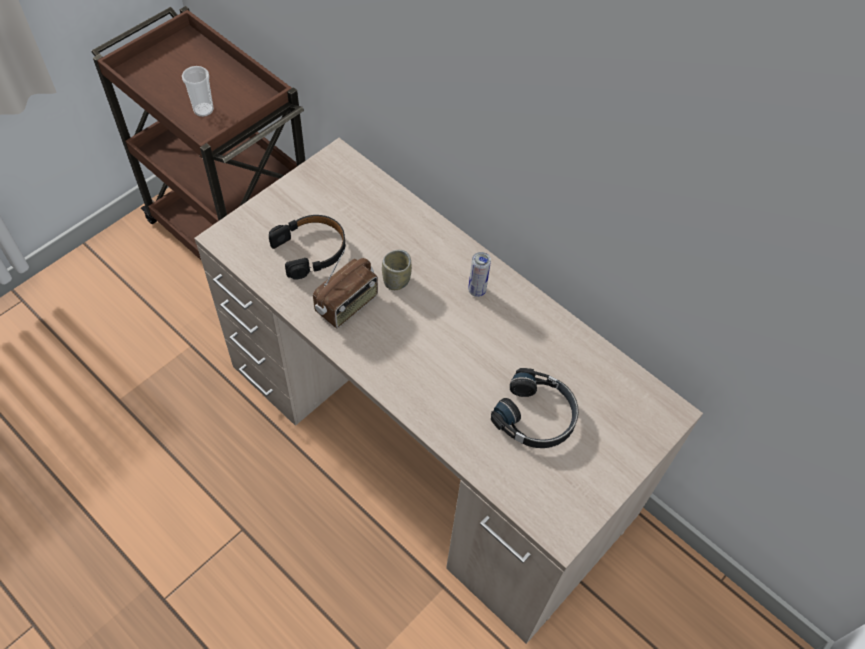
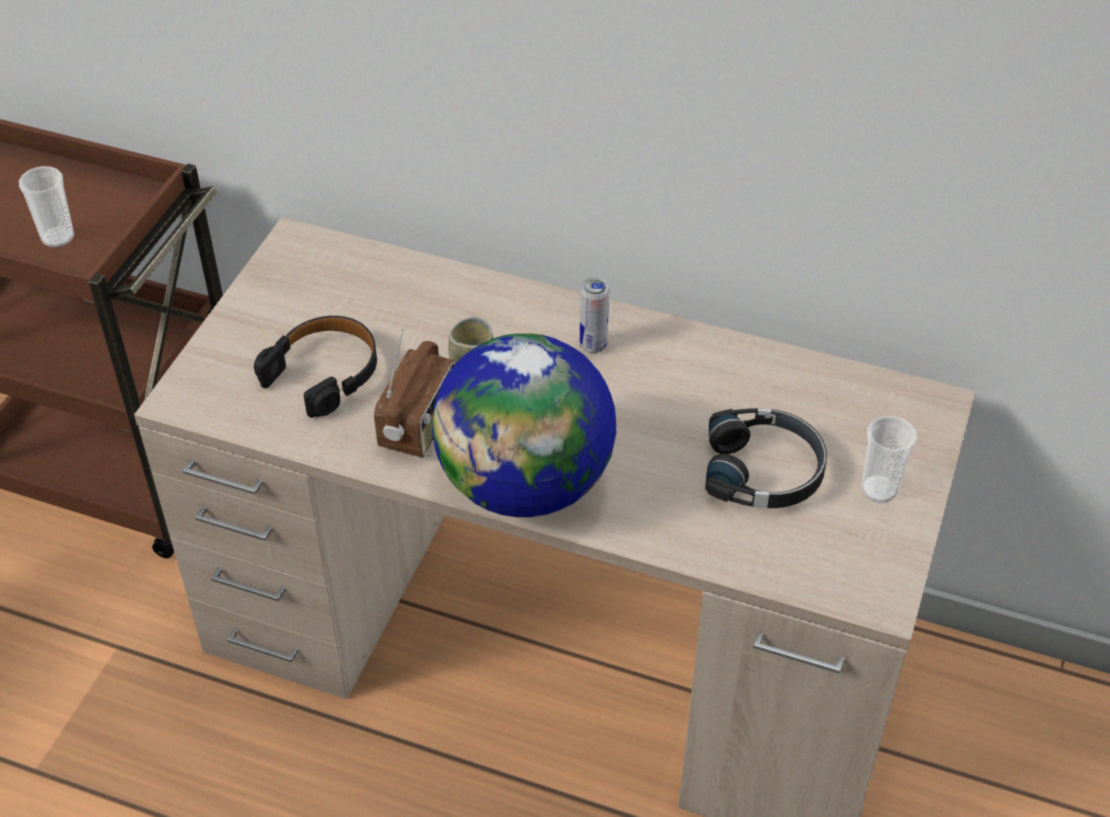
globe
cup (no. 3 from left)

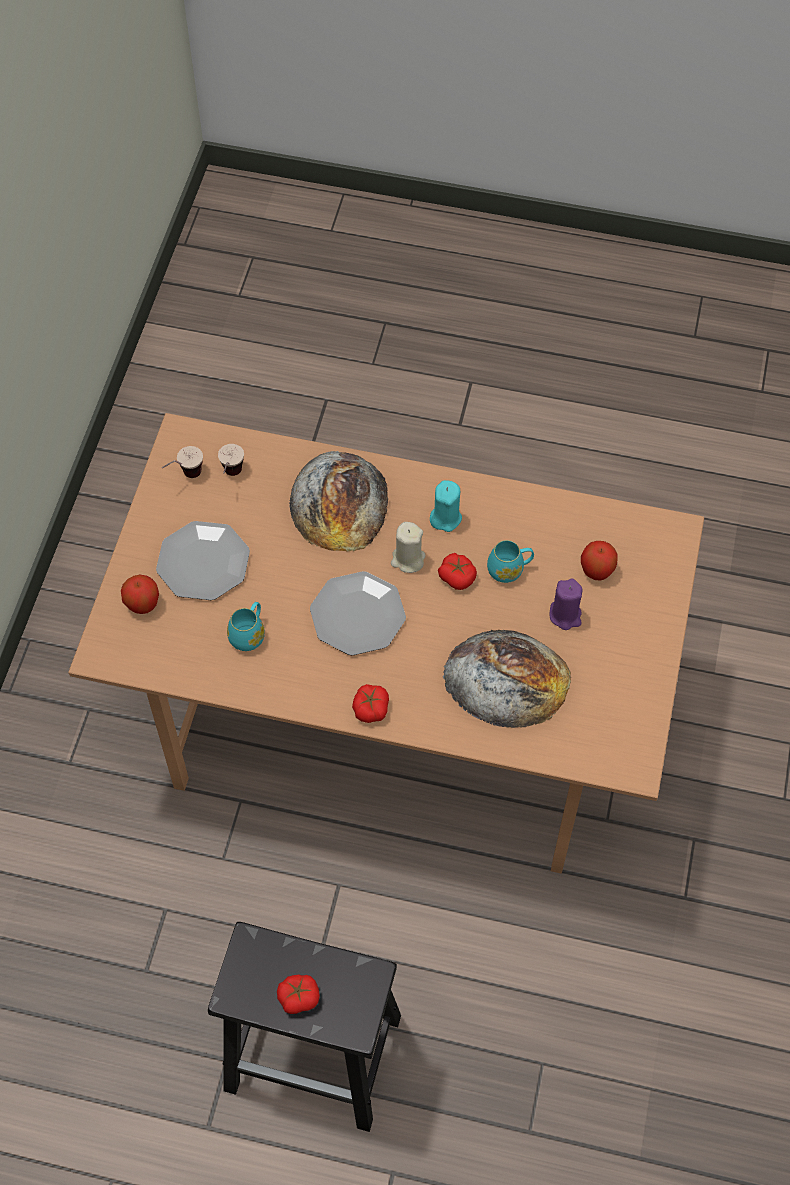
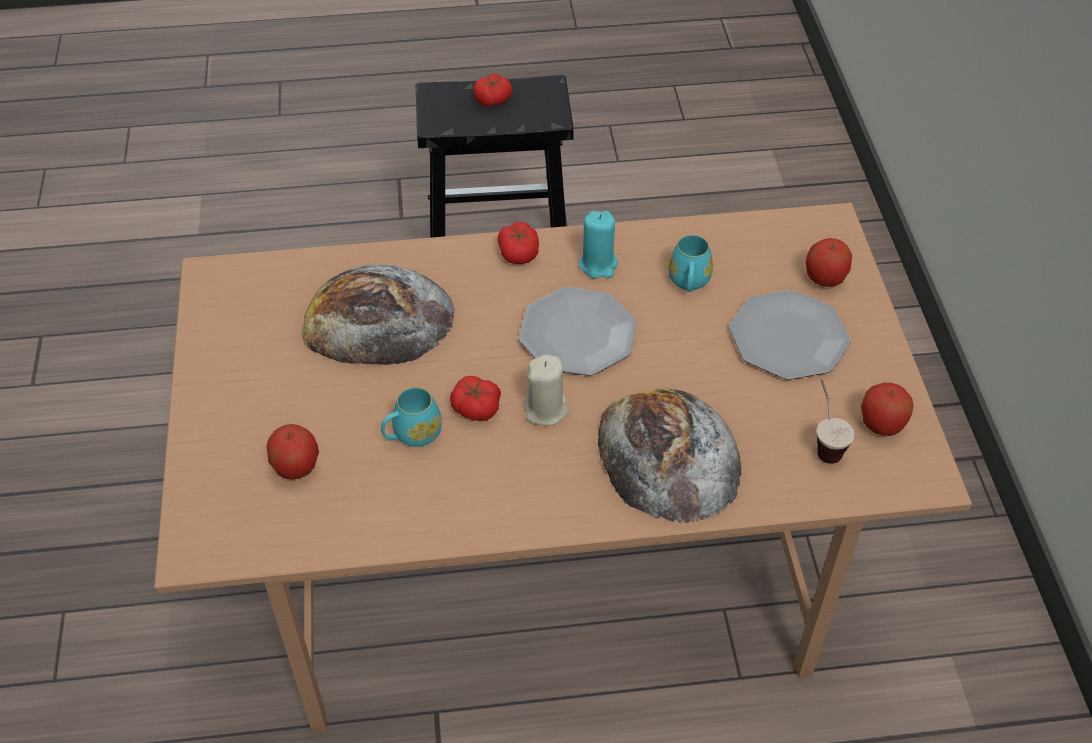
apple (no. 3 from left)
candle in turquoise
candle in purple

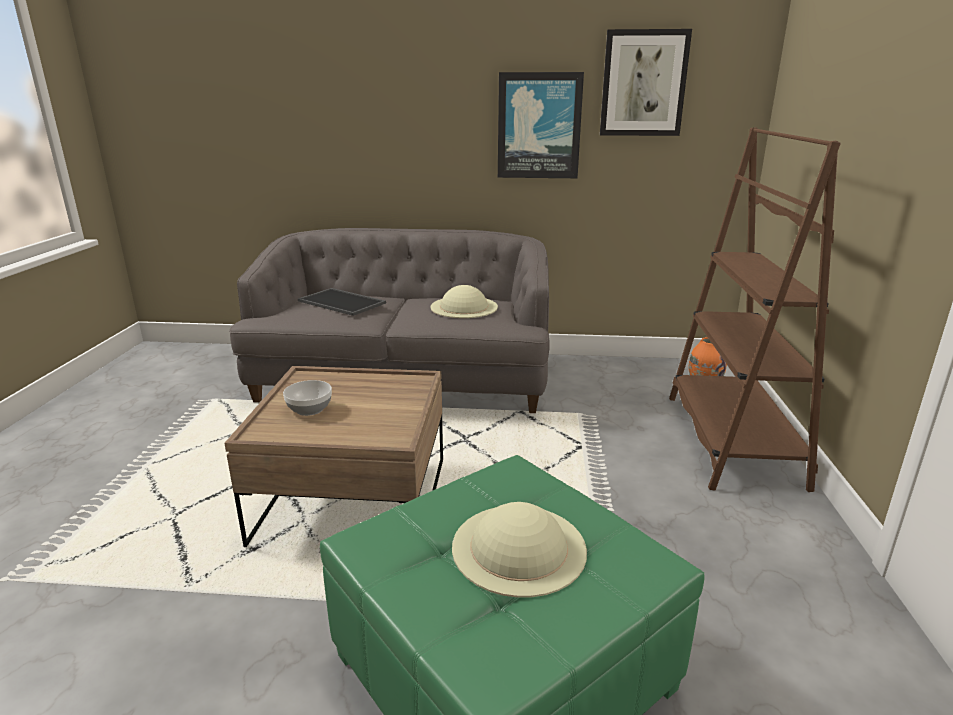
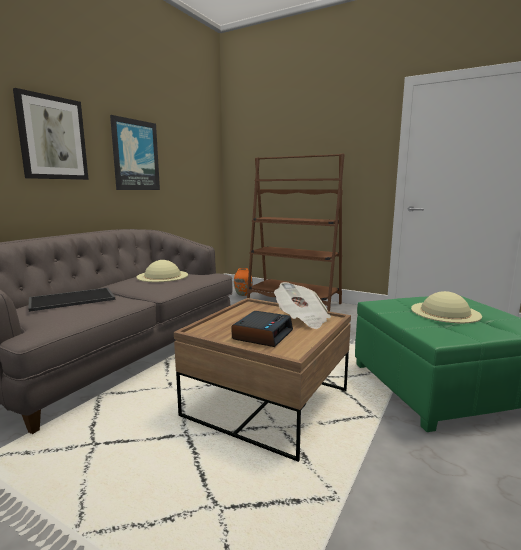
alarm clock
picture (no. 1 from left)
newspaper

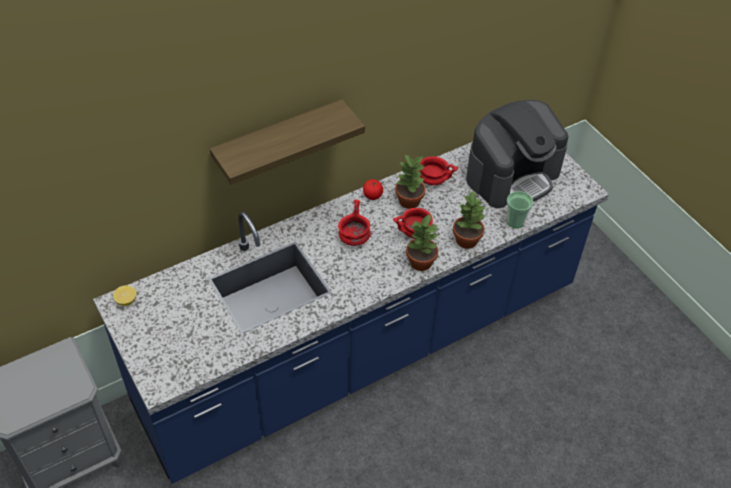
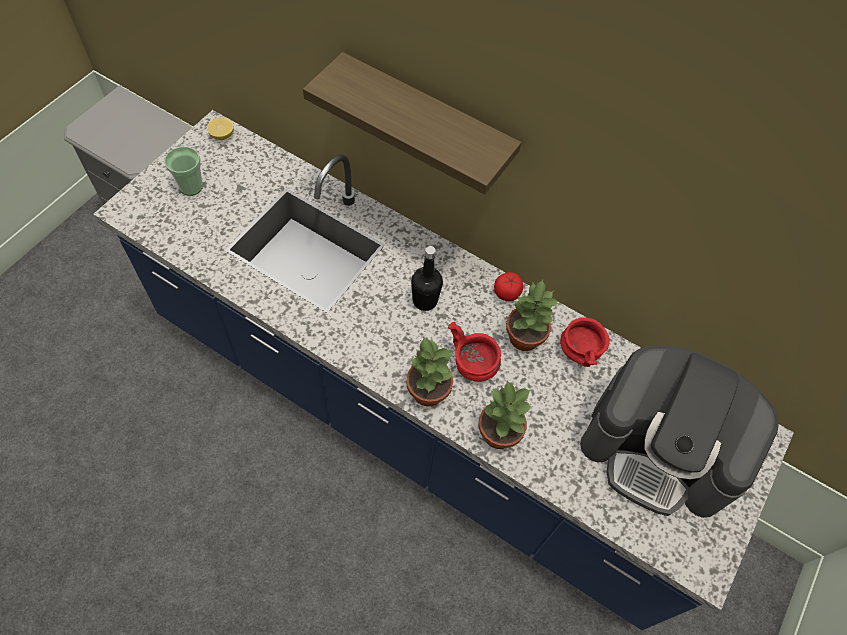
bottle in black
cup

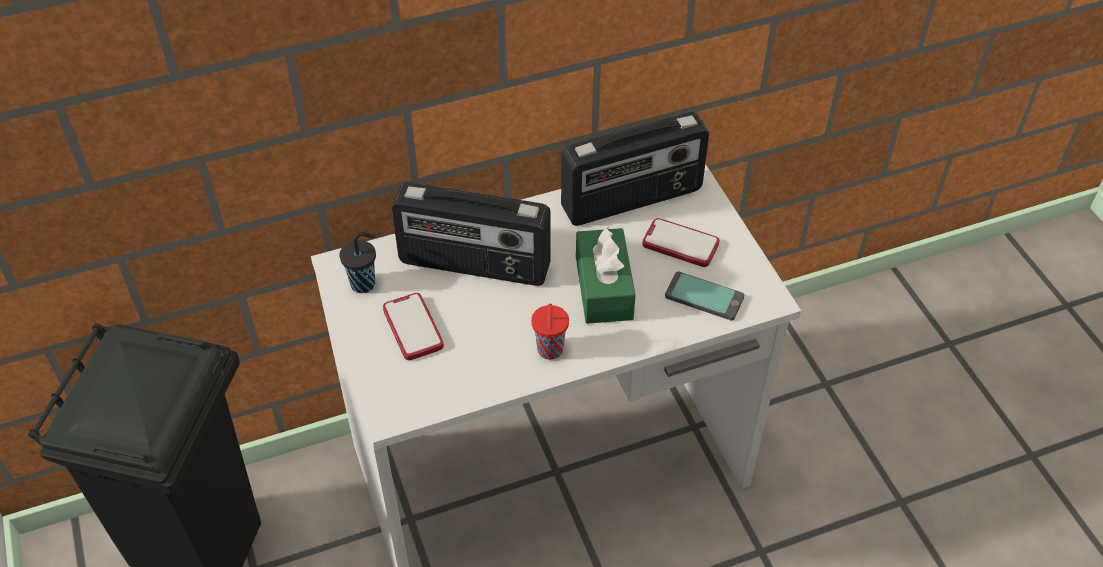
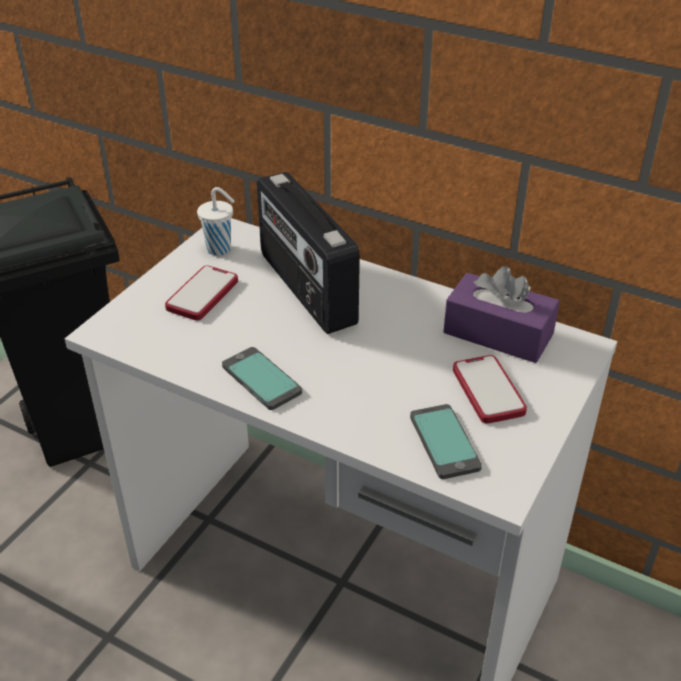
cup in white
phone (no. 2 from left)
tissue box in purple
tissue box in green

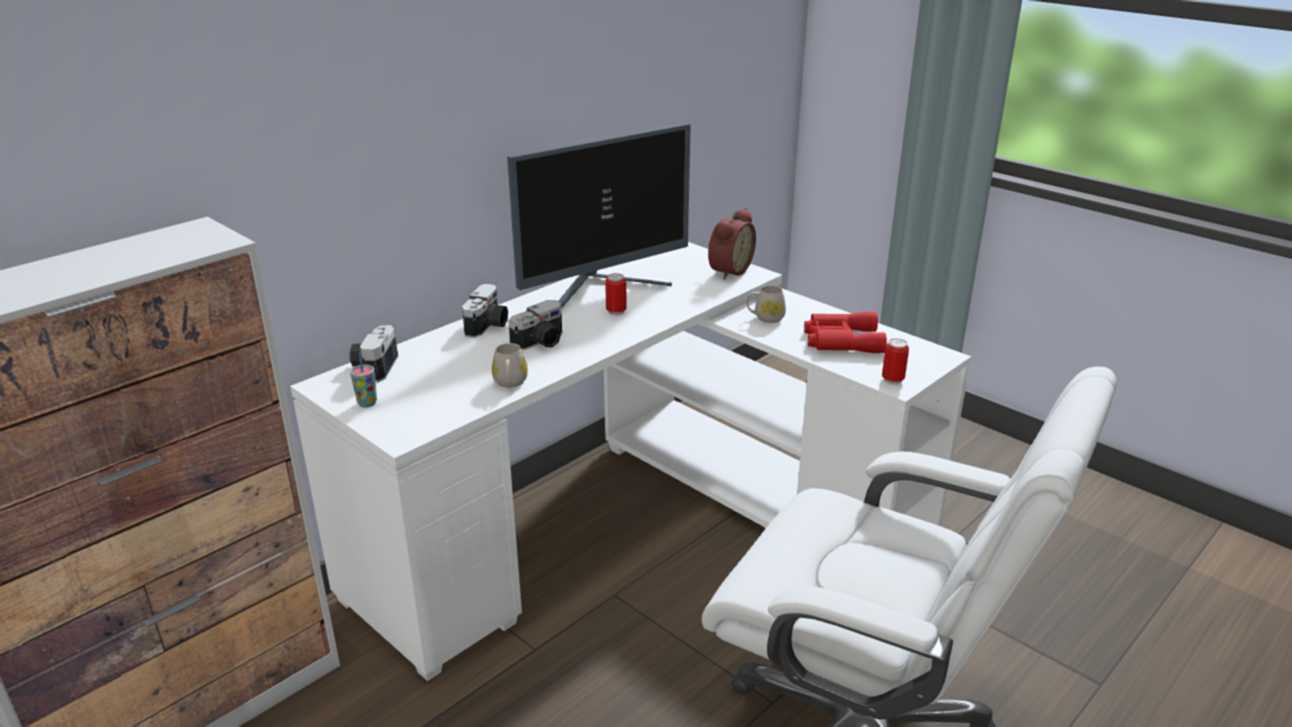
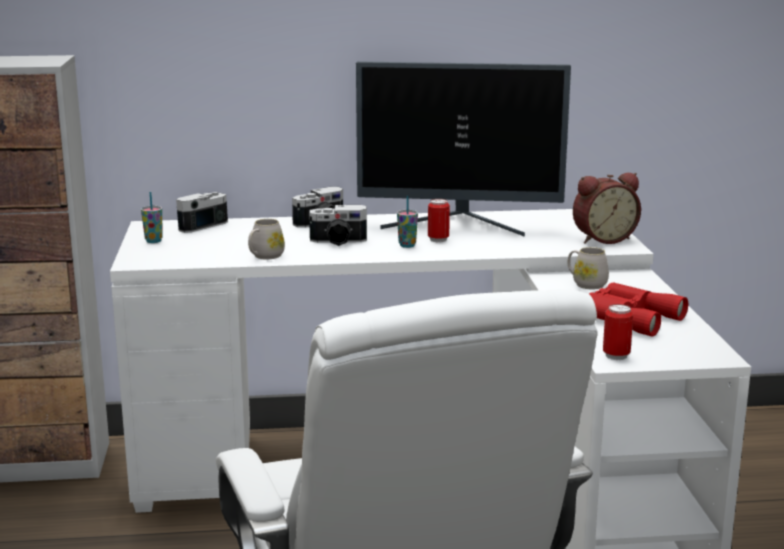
cup (no. 2 from left)

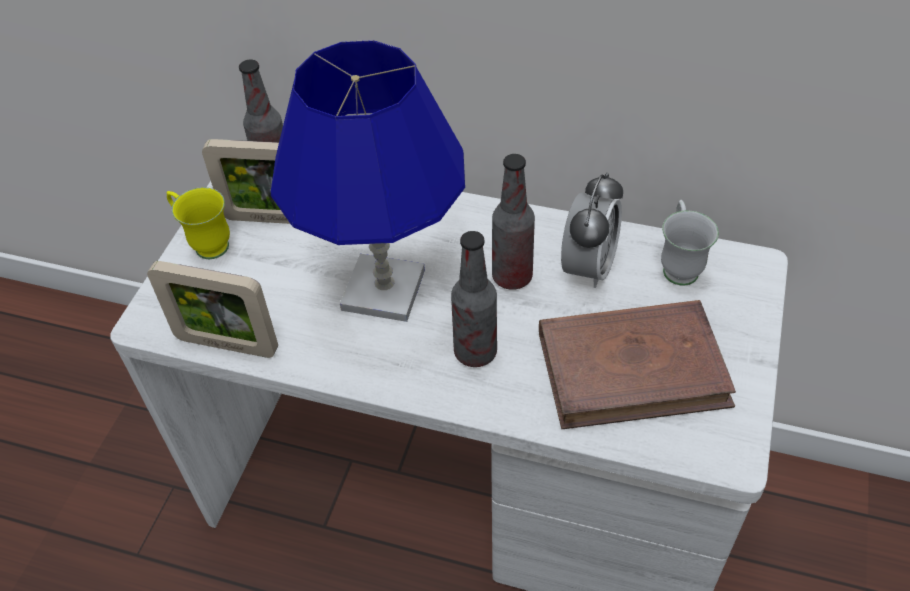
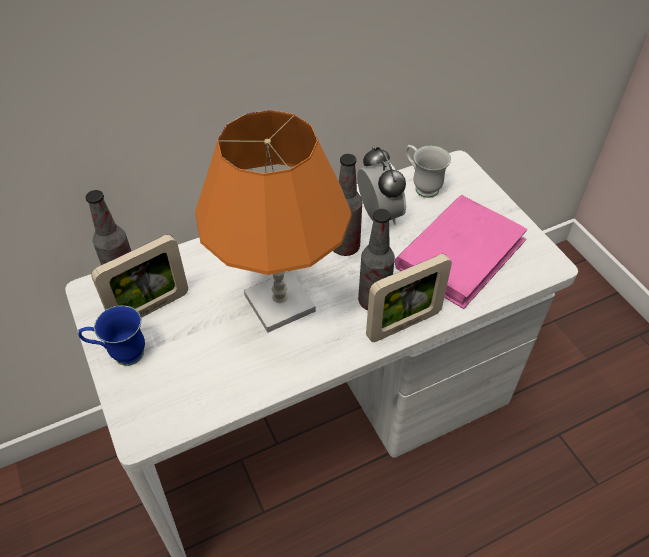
picture frame (no. 2 from left)
mug in blue
table lamp in orange
book in pink

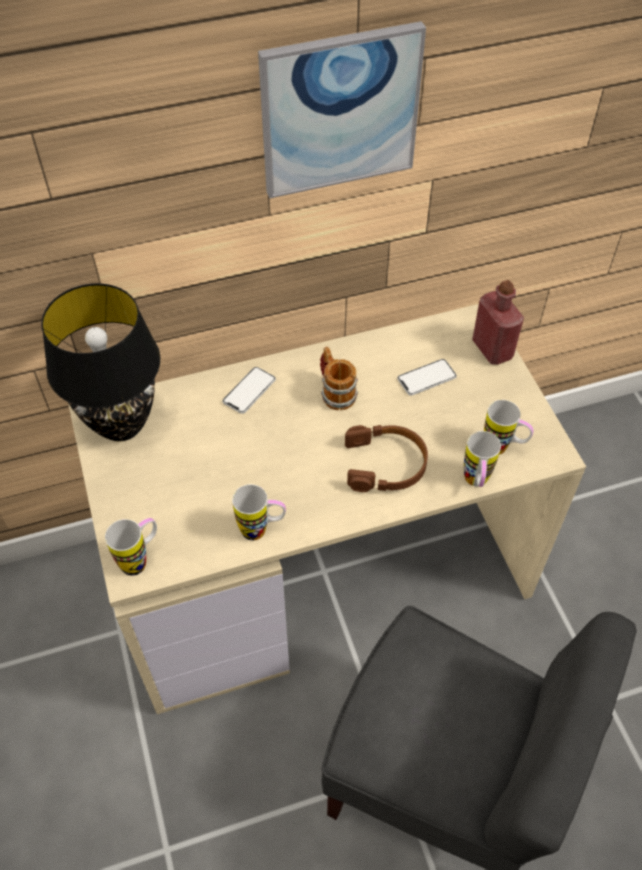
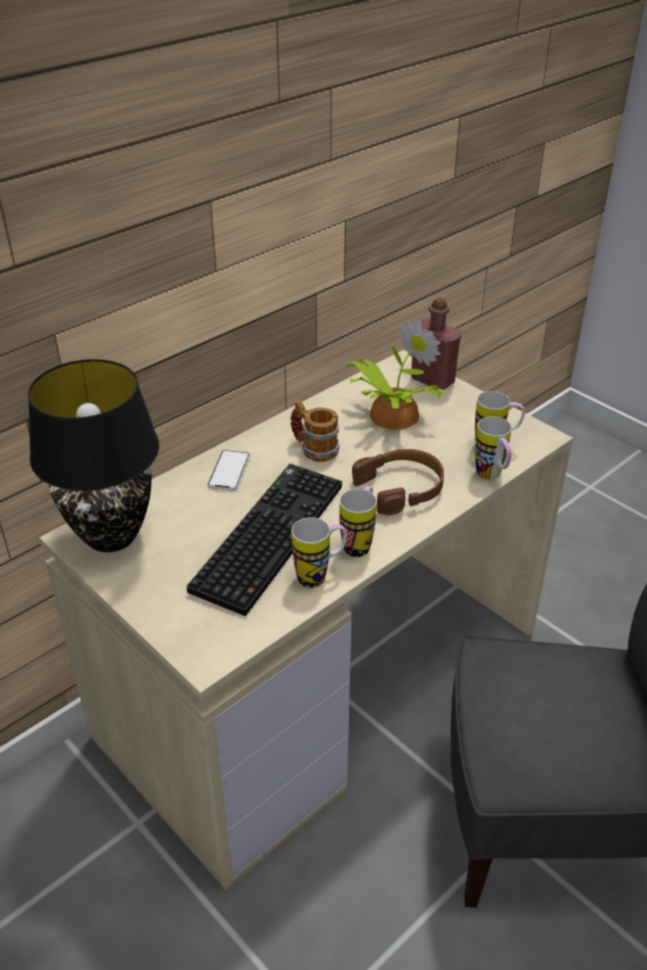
mug (no. 3 from left)
picture
potted plant
keyboard

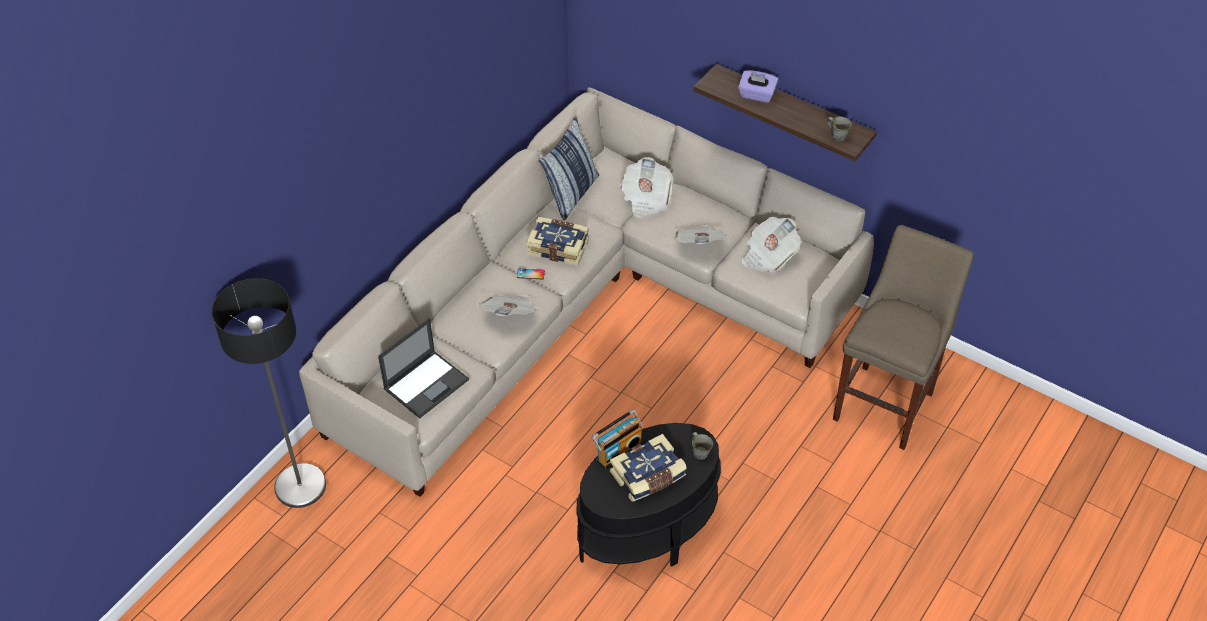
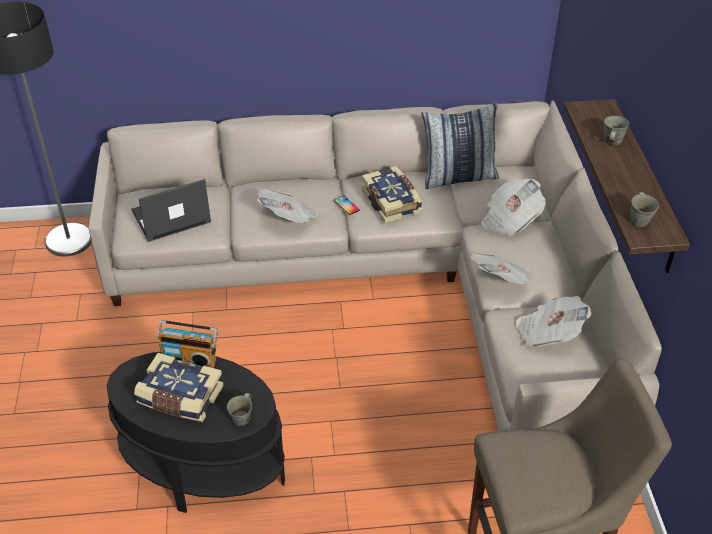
laptop
mug in grey (no. 2 from left)

